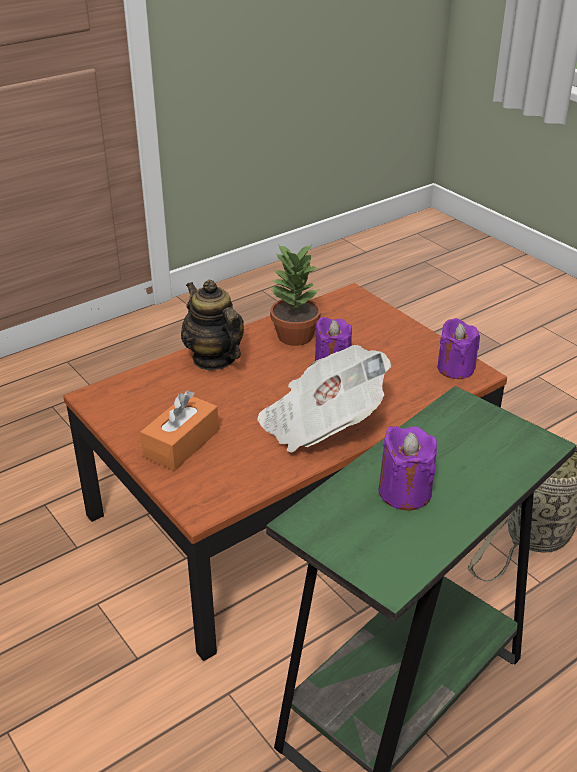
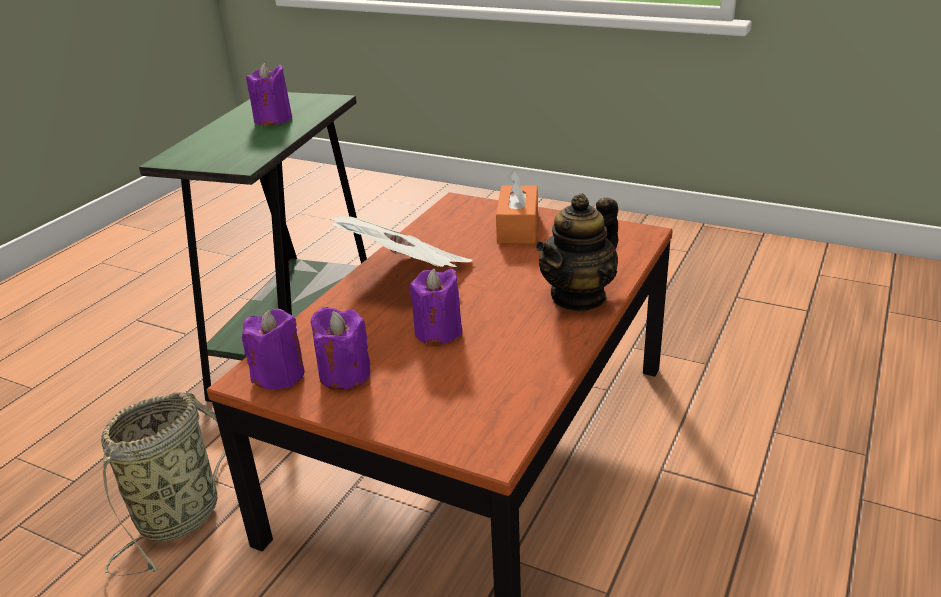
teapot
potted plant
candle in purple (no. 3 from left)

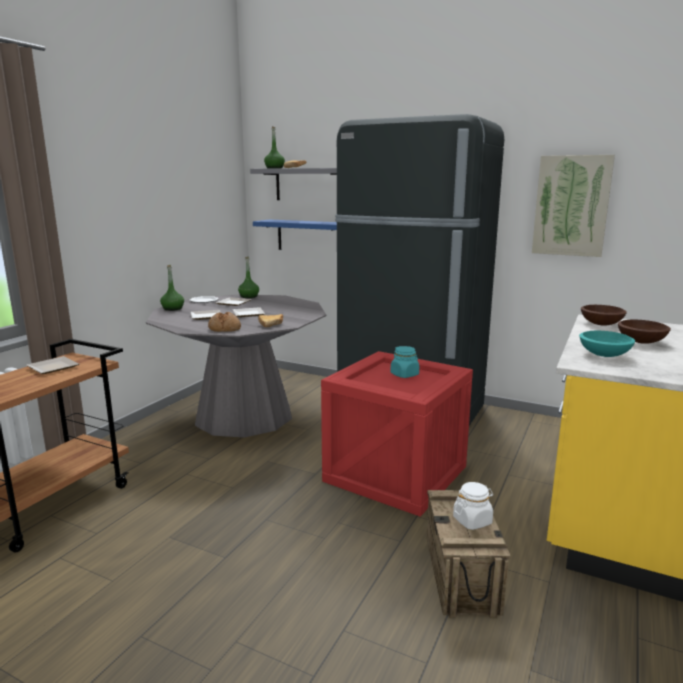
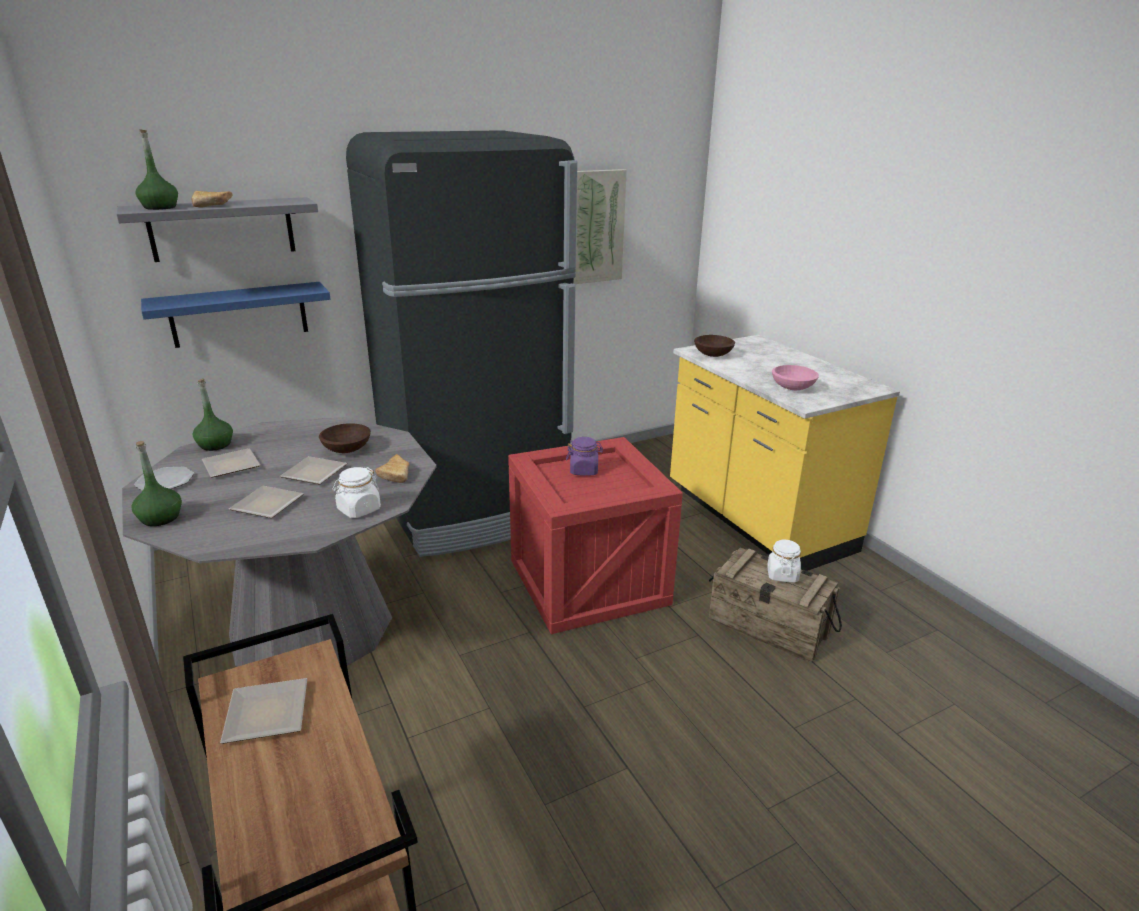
jar in white (no. 1 from left)
jar in purple
bowl in pink
bowl in brown (no. 1 from left)

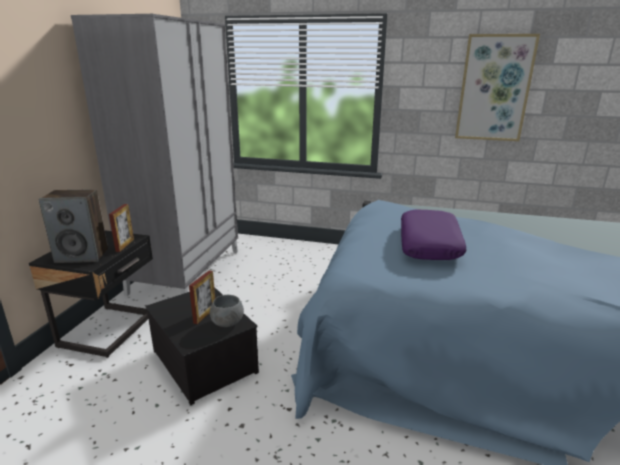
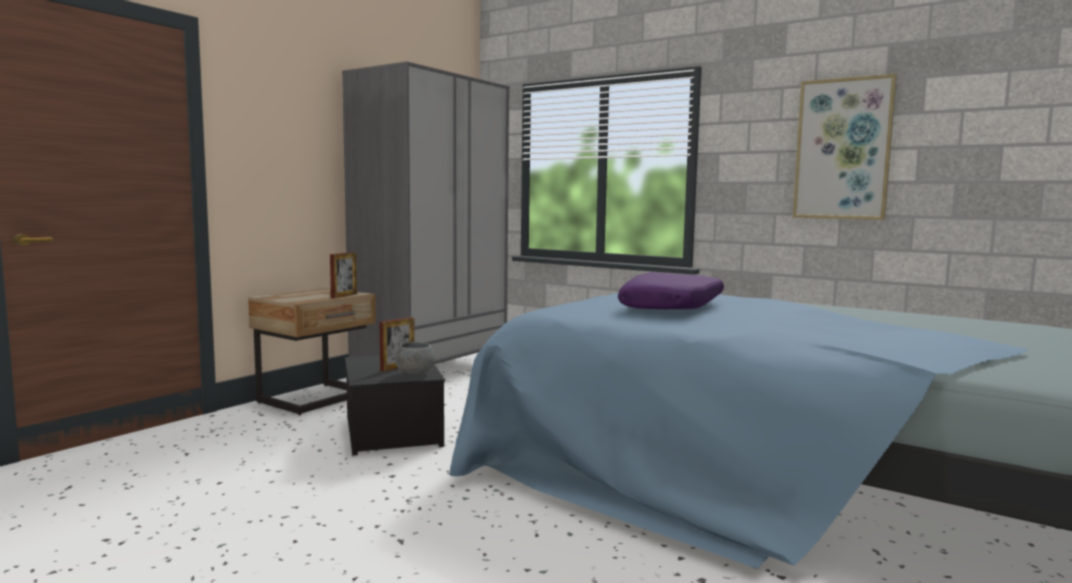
nightstand in beige
speaker

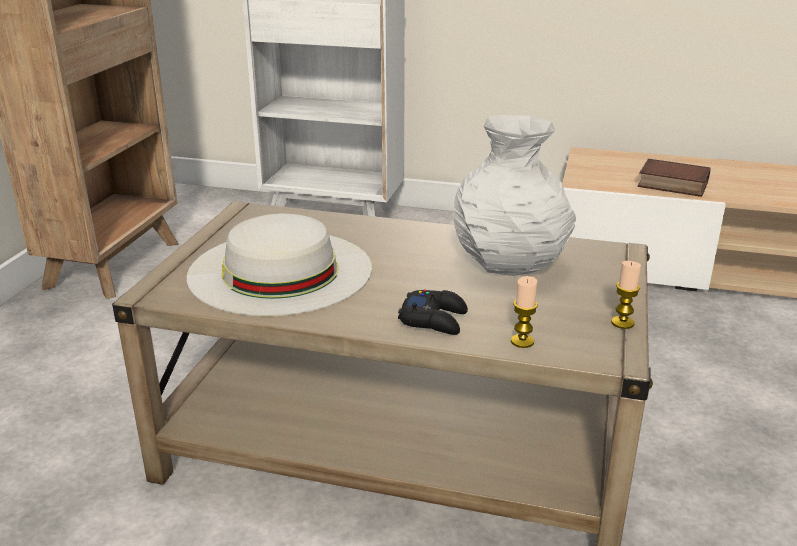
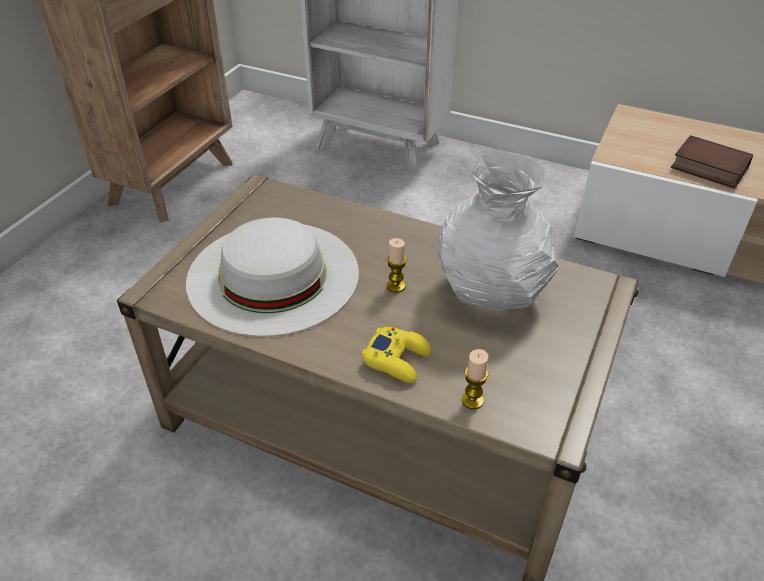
game controller in yellow
candle (no. 1 from left)

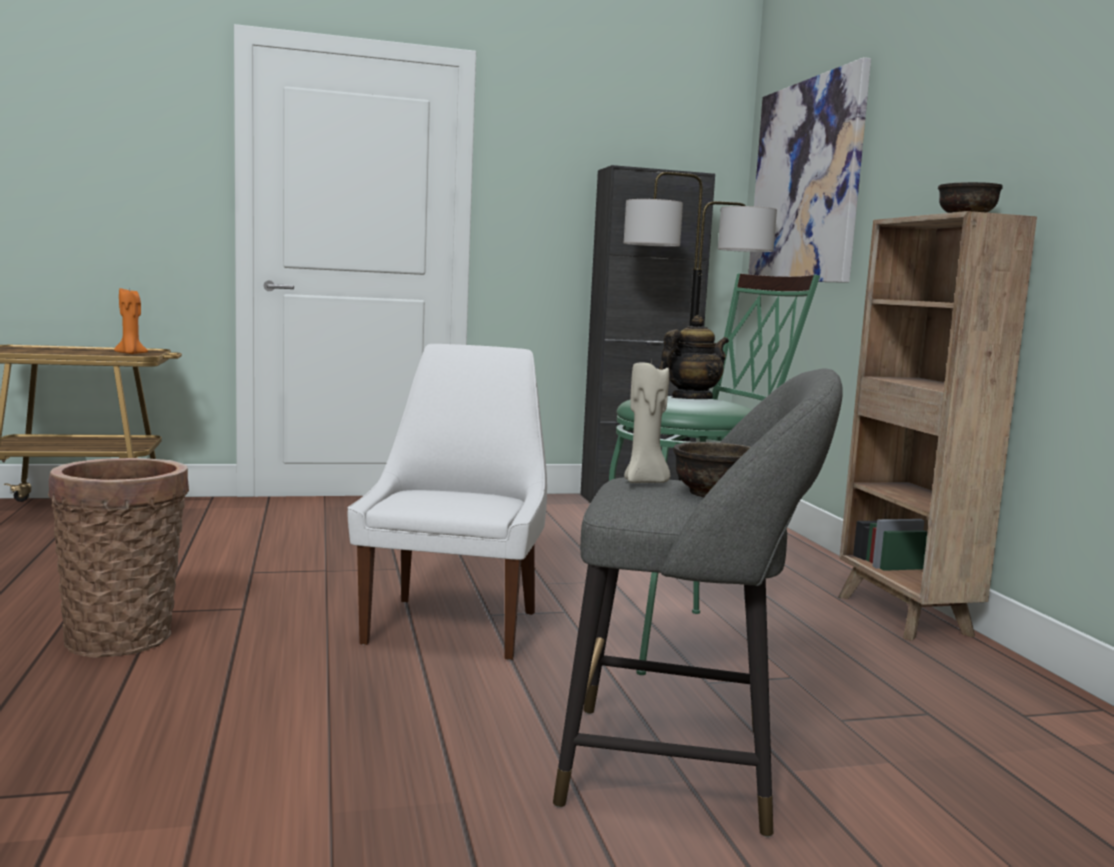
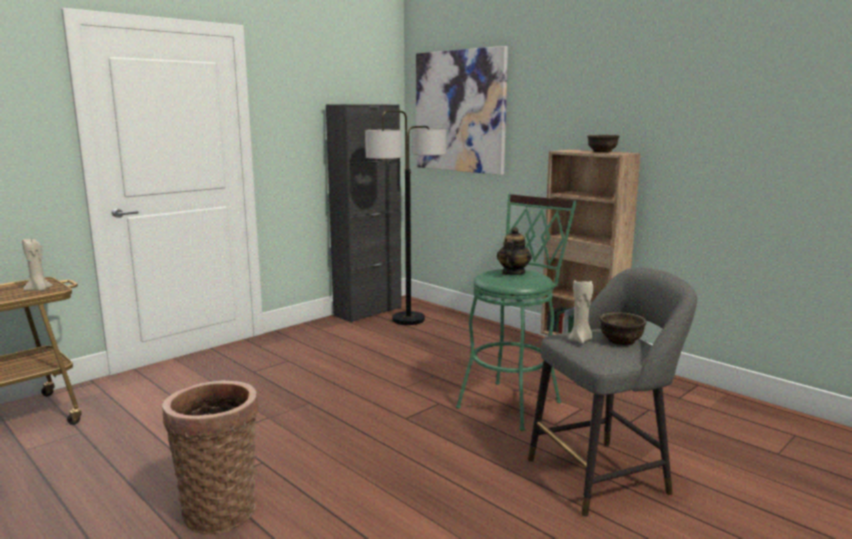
candle in beige (no. 1 from left)
chair in white

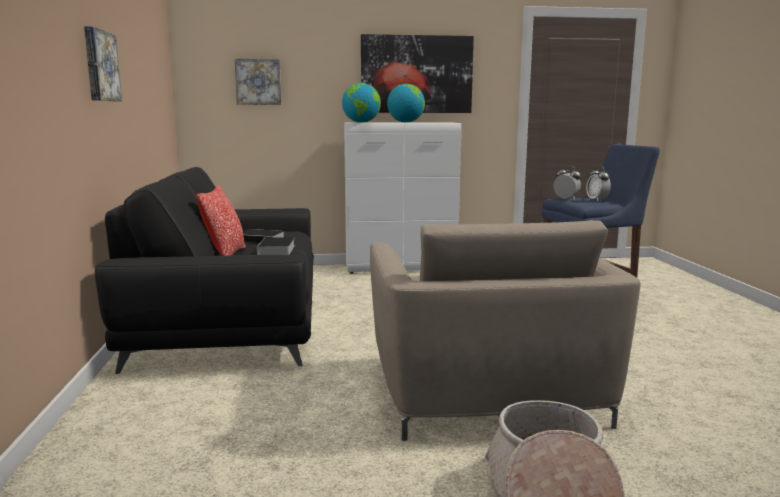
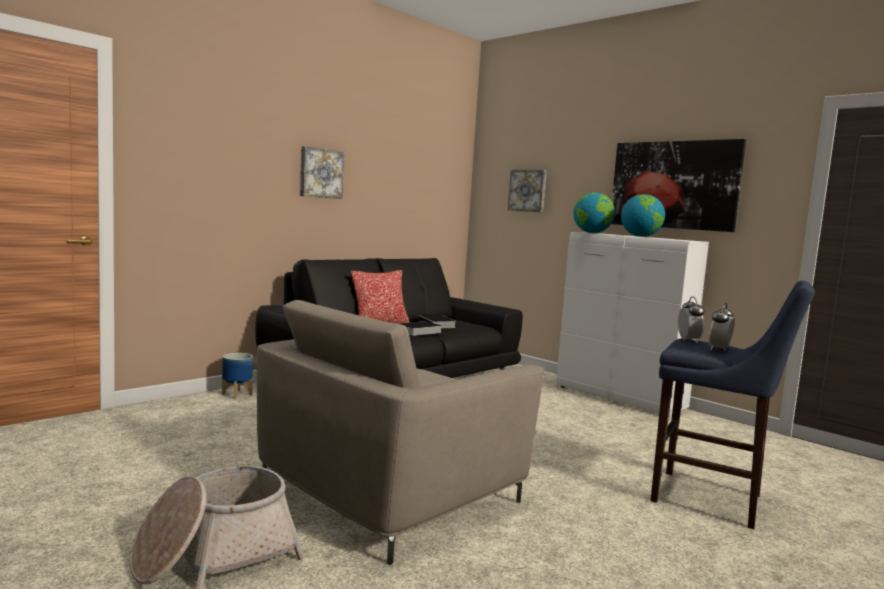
planter

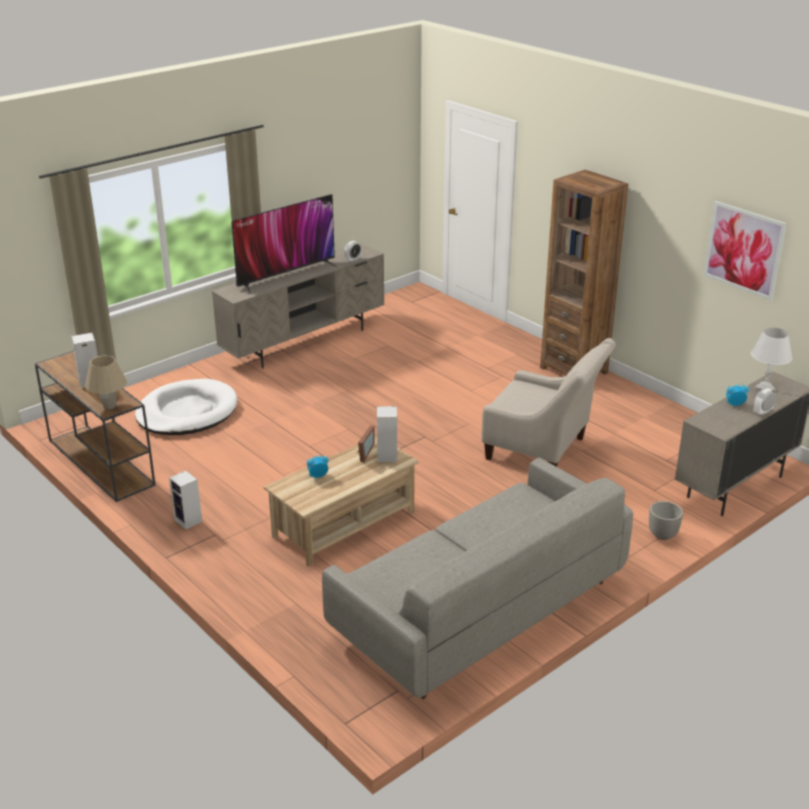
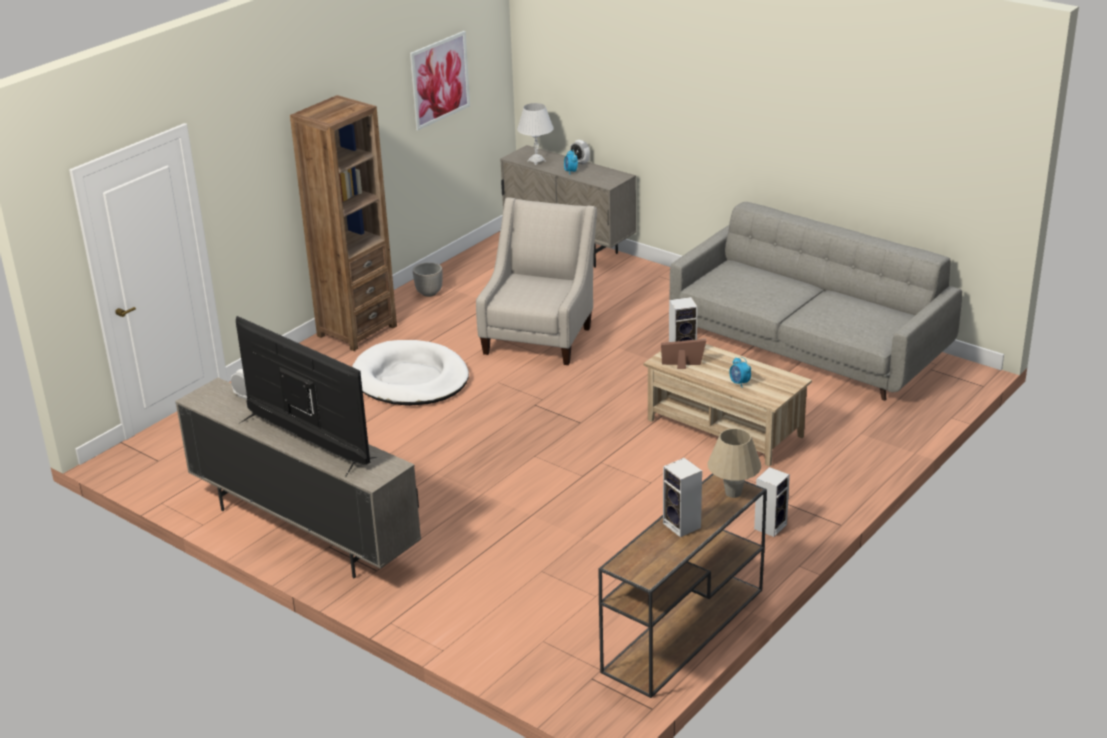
dog bed in white
planter

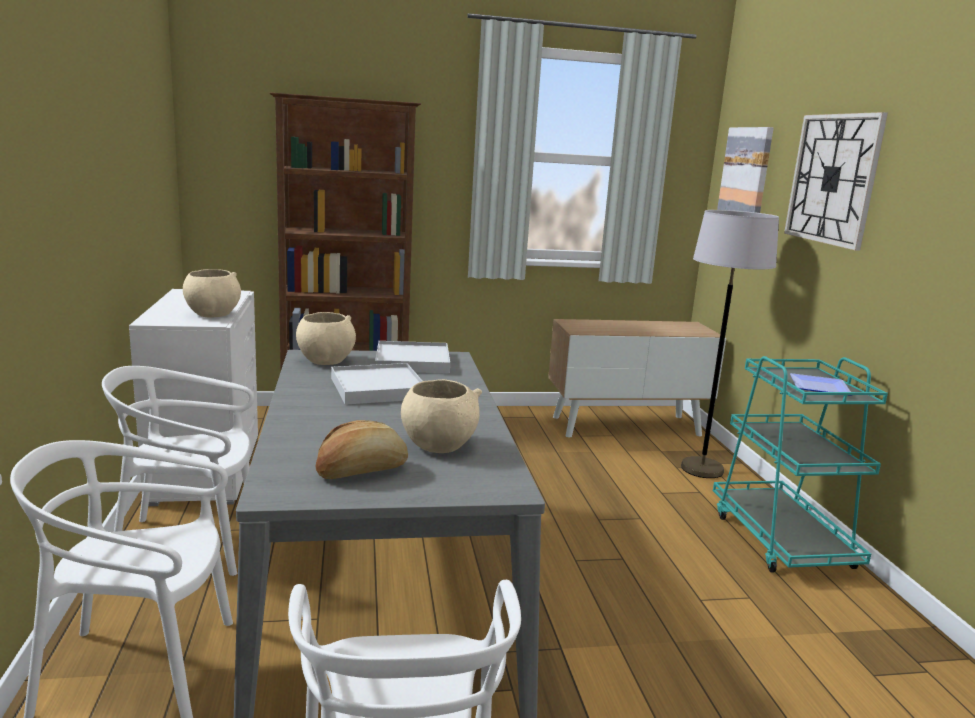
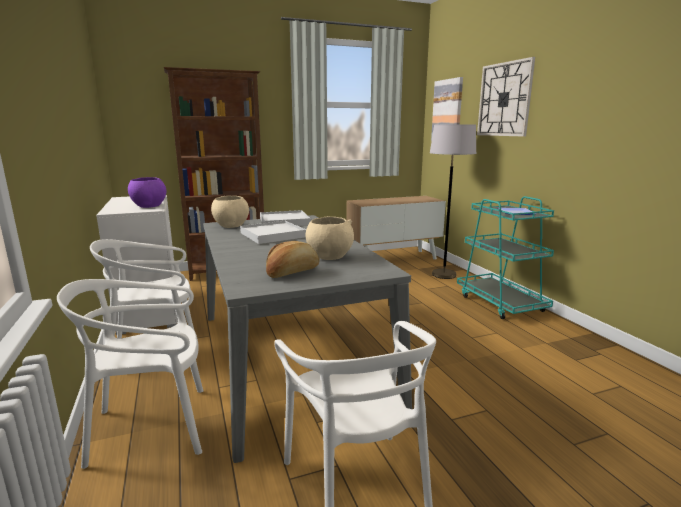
bowl in purple

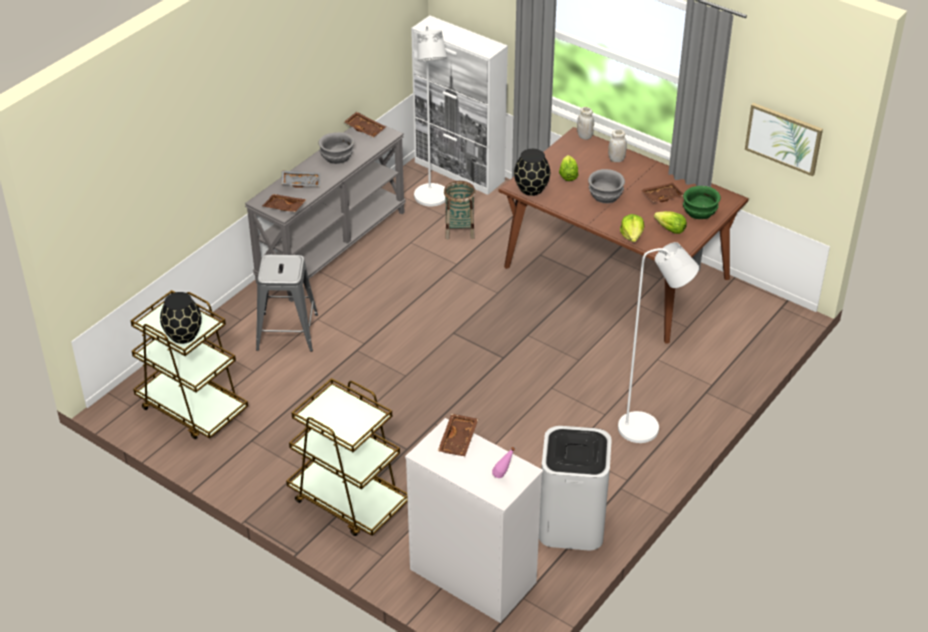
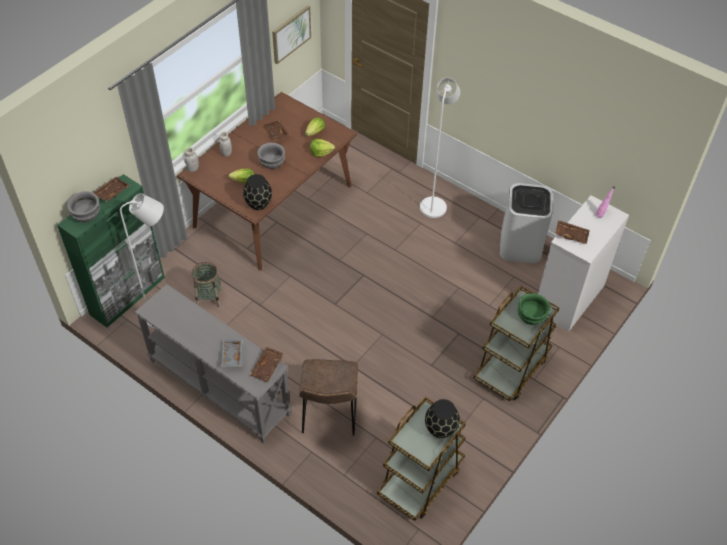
chair in brown
bowl in grey (no. 1 from left)
tray in brown (no. 1 from left)
cabinet in green
bowl in green

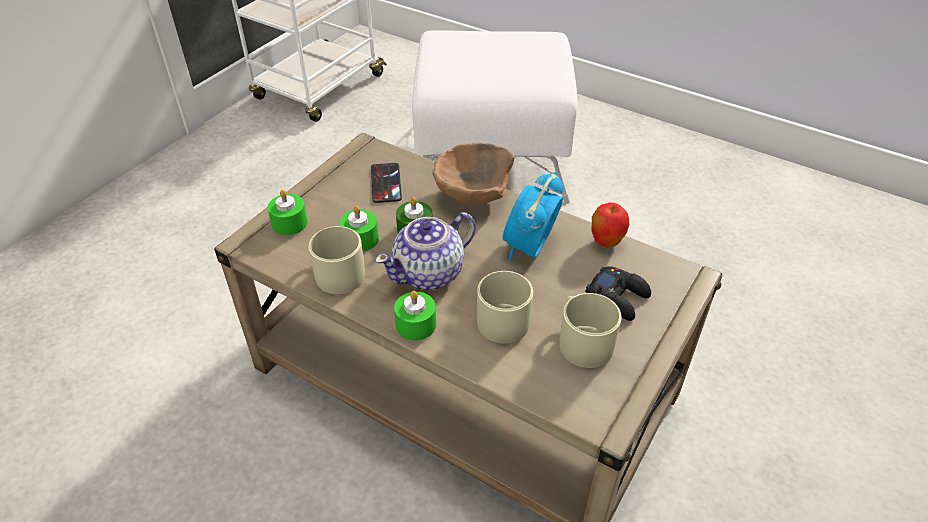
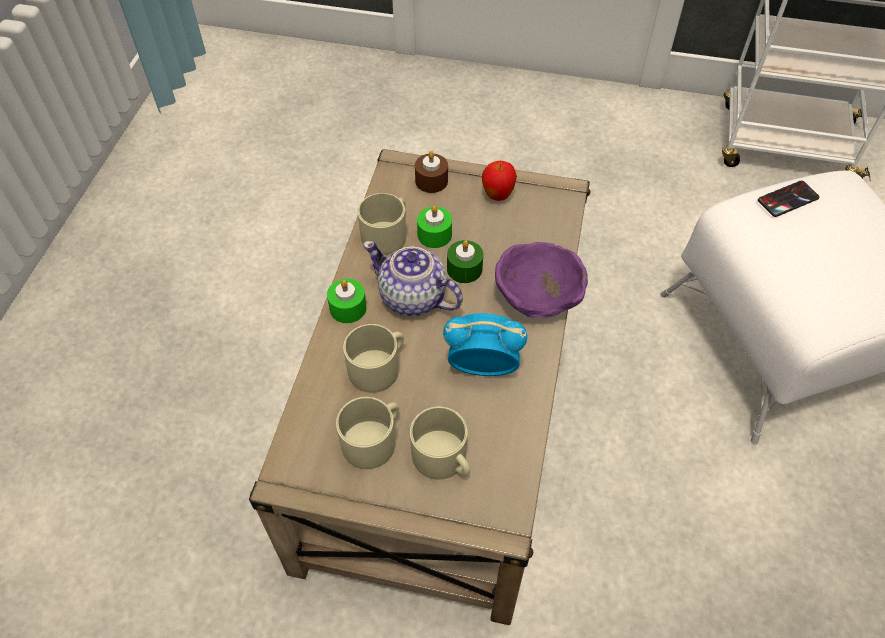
candle in brown
phone
bowl in purple
mug in beige (no. 4 from left)
apple

